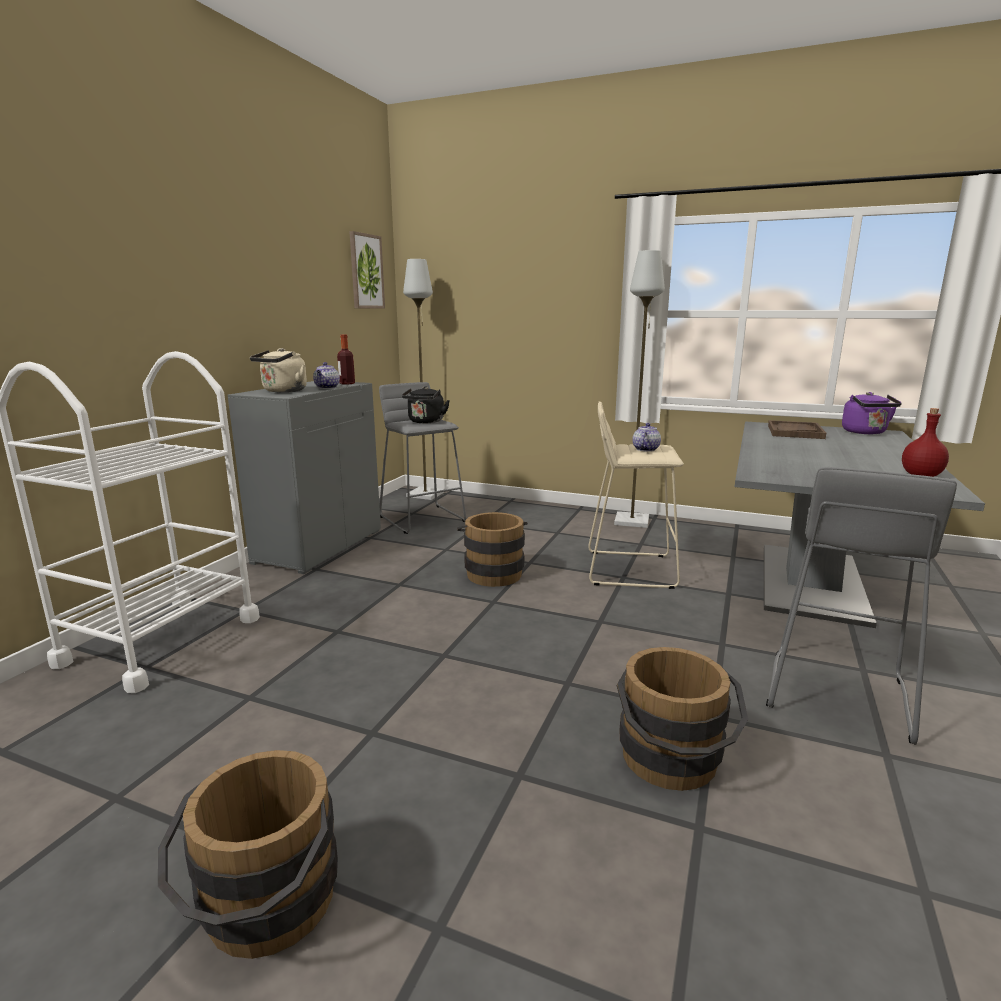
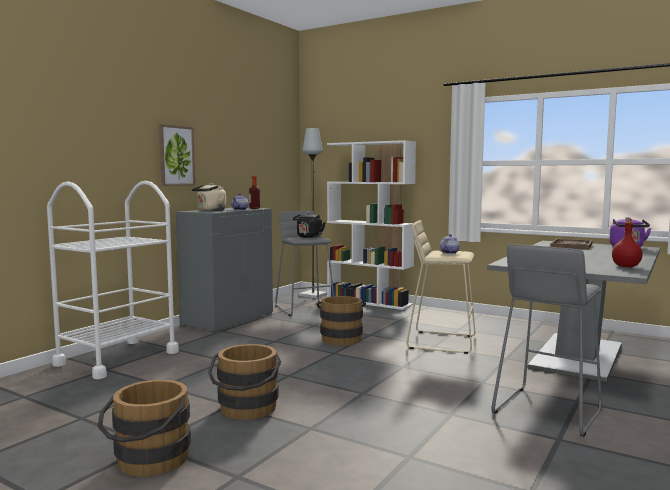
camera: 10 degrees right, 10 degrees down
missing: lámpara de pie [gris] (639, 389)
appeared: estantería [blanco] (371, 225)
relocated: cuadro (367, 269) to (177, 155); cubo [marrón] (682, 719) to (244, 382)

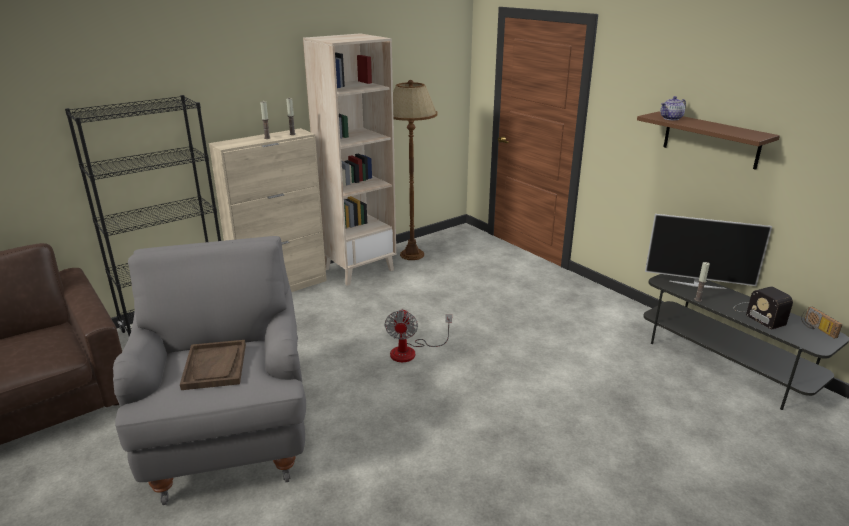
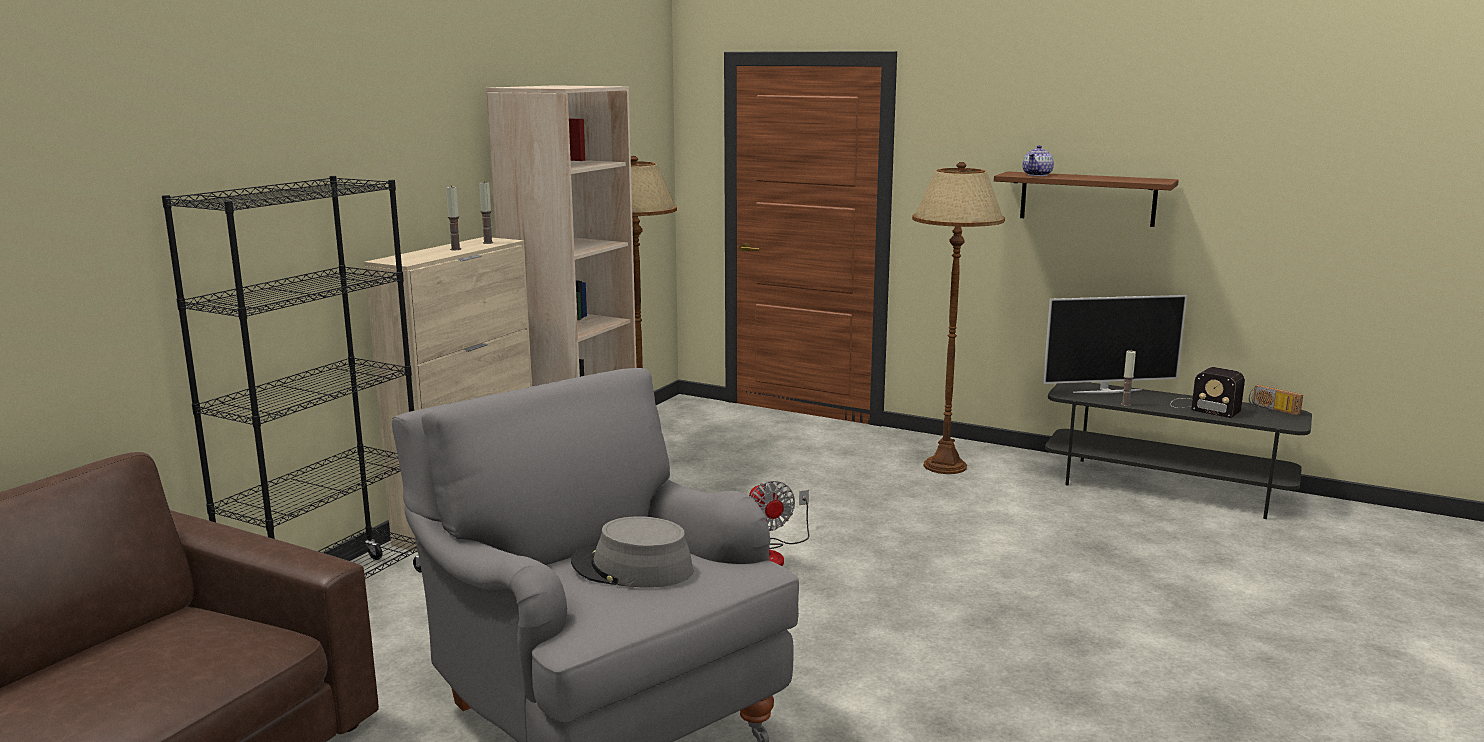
camera: 25 degrees left, 10 degrees down
appeared: lámpara de pie [marrón] (958, 318)
exchanged: bandeja [marrón] (213, 365) to sombrero [gris] (632, 552)

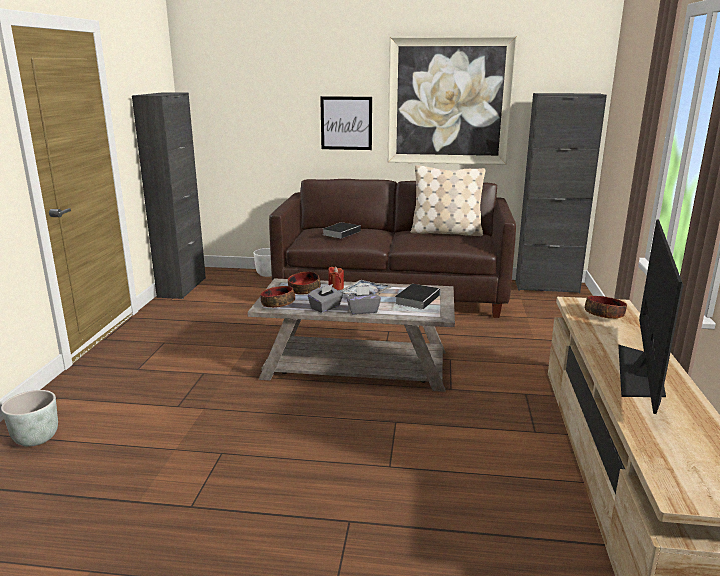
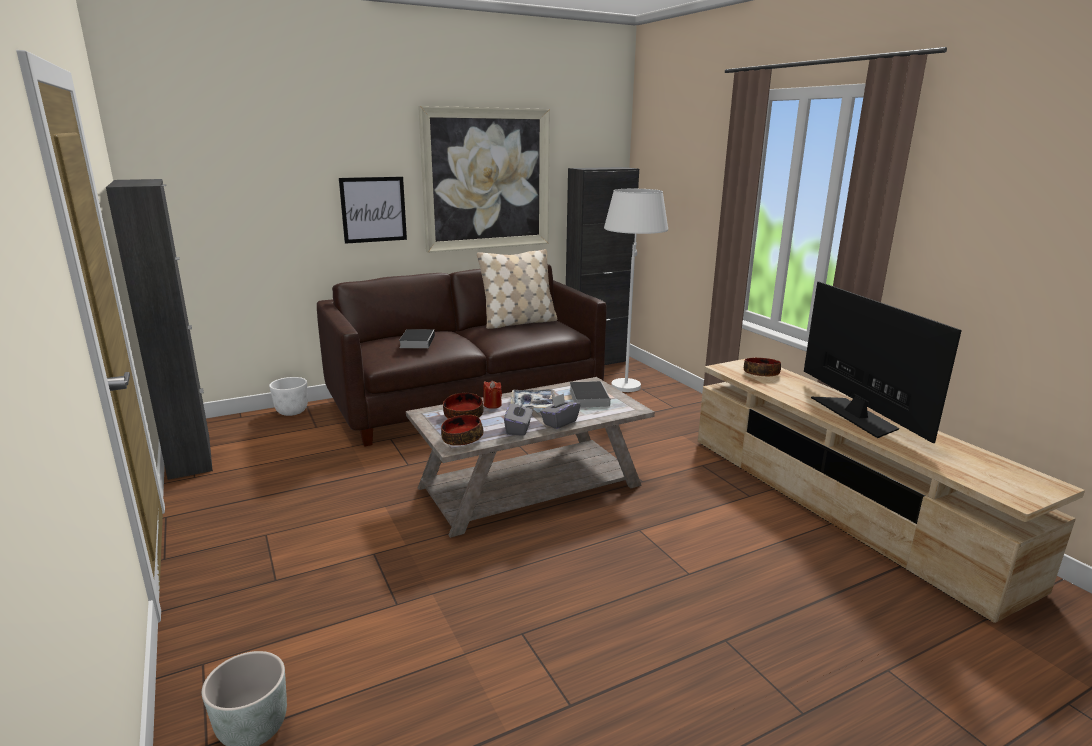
camera: 35 degrees left, 0 degrees up
appeared: lámpara de pie [blanco] (636, 290)

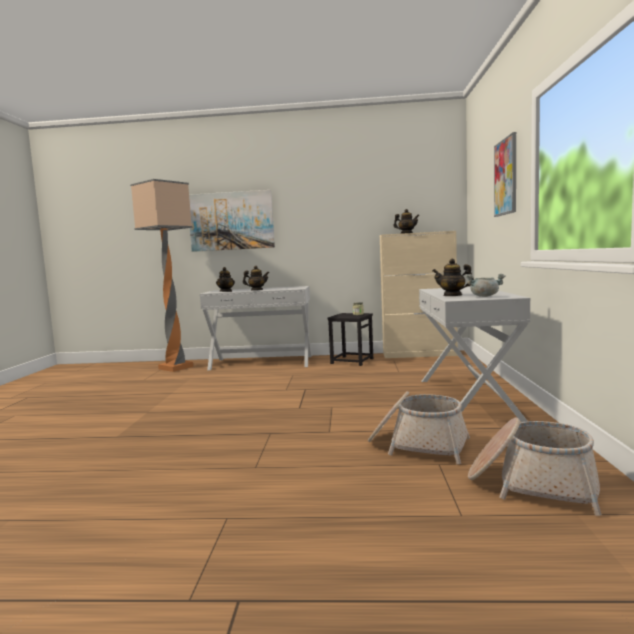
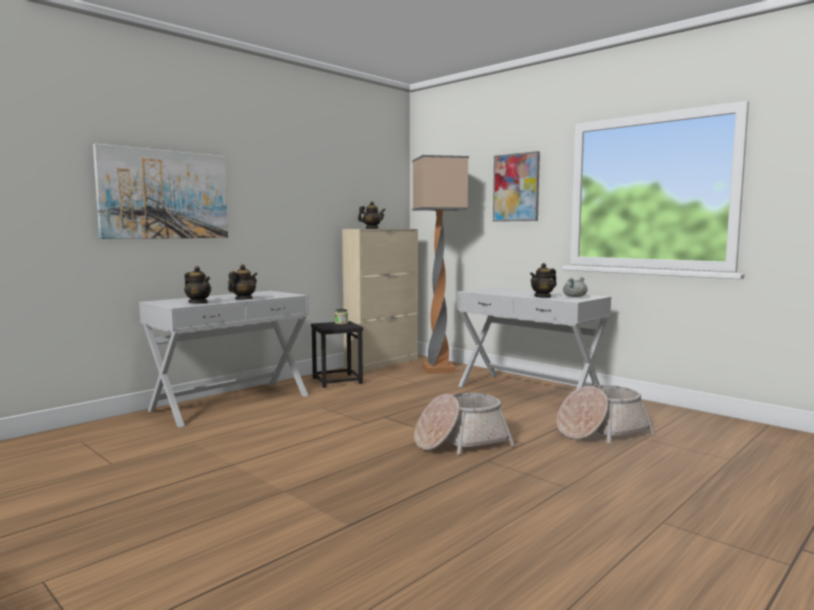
camera: 50 degrees left, 0 degrees up
relocated: lámpara de pie (161, 275) to (440, 264); cesta (535, 466) to (464, 424)

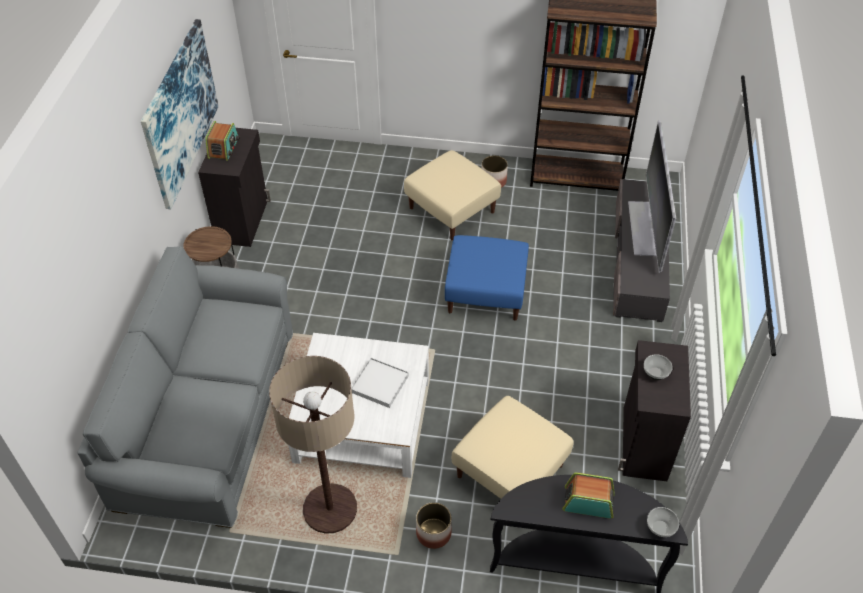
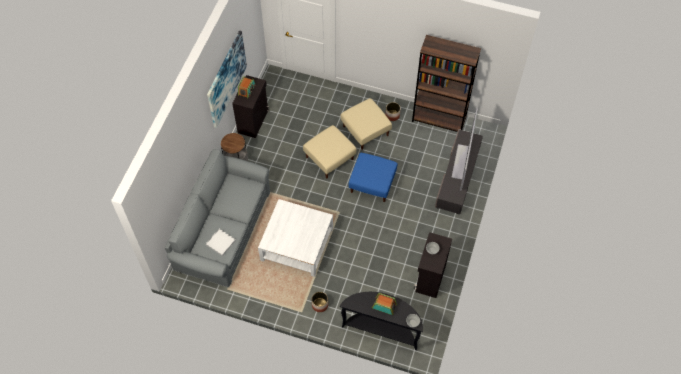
camera: 10 degrees right, 10 degrees up
missing: lámpara de pie (313, 445)
relocated: bandeja [blanco] (380, 383) to (221, 242); puf [beis] (513, 447) to (330, 151)

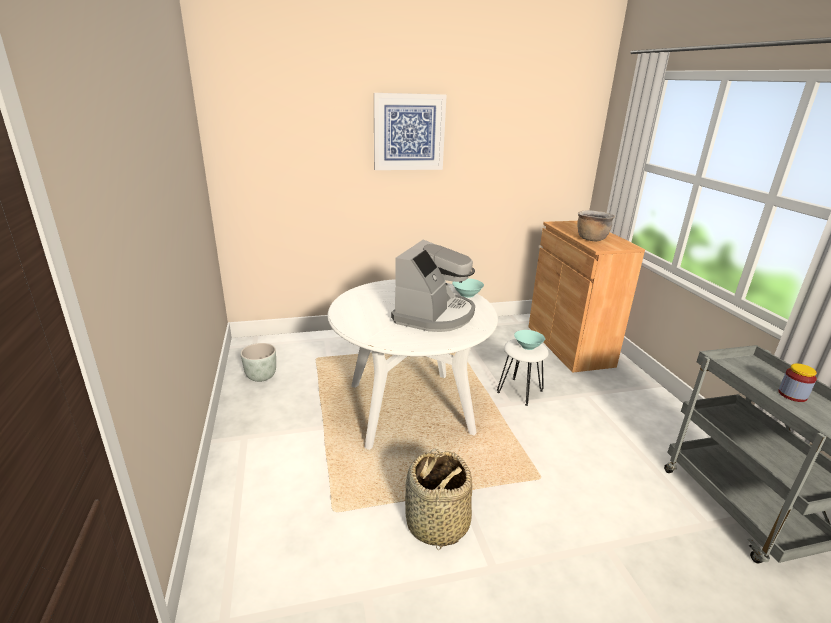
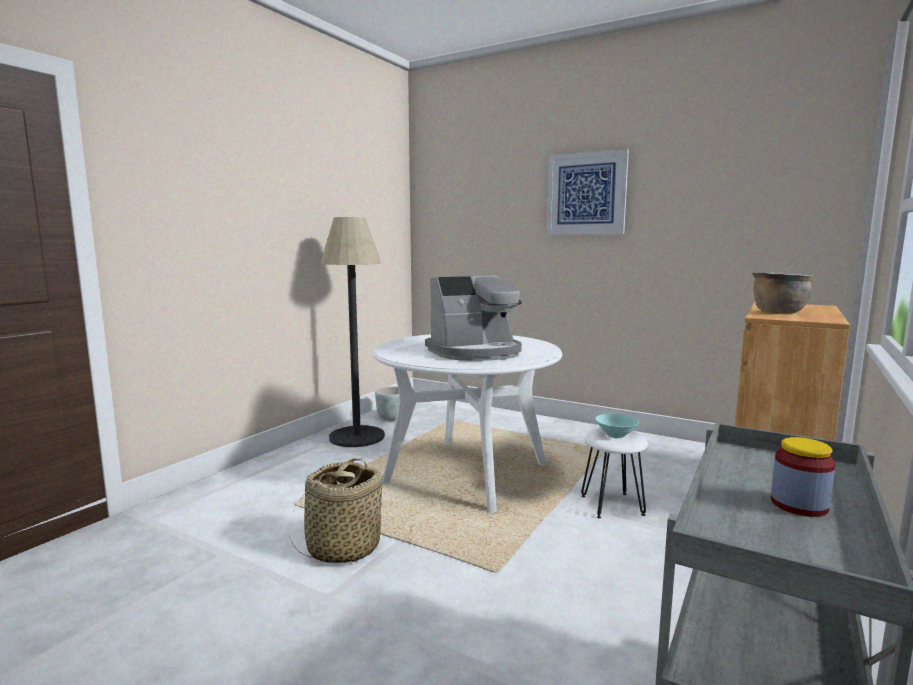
camera: 45 degrees right, 15 degrees down
missing: cuenco [turquesa] (468, 288)
appeared: lámpara de pie (352, 332)

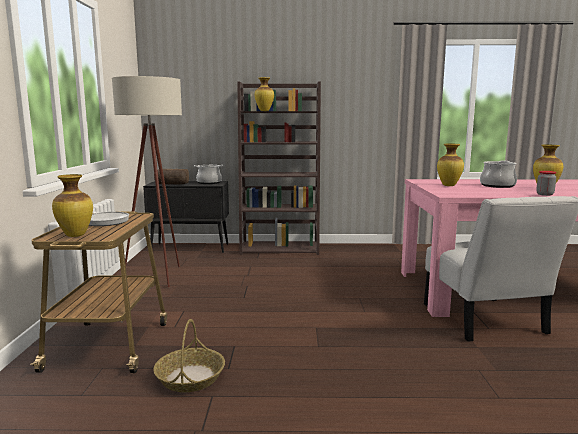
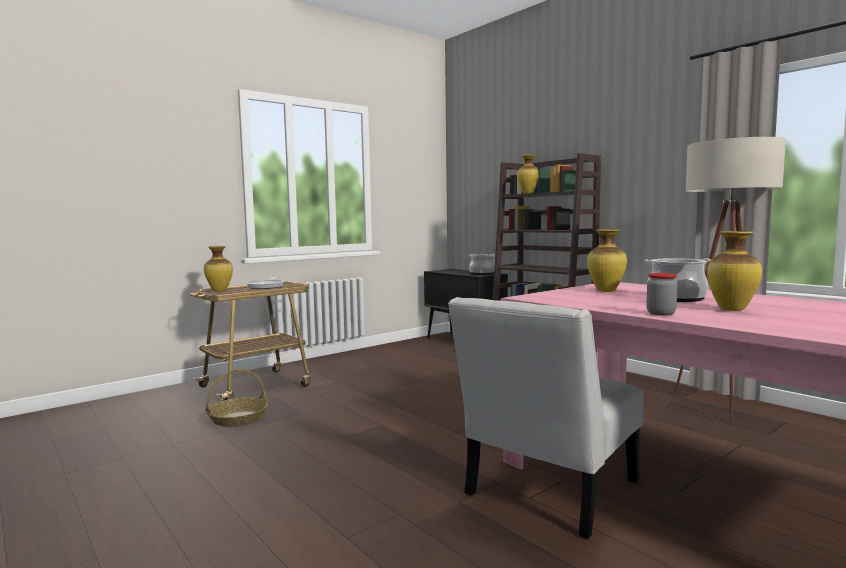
camera: 50 degrees right, 5 degrees down
missing: pan (171, 176)
relocated: lámpara de pie [beis] (147, 182) to (730, 279)

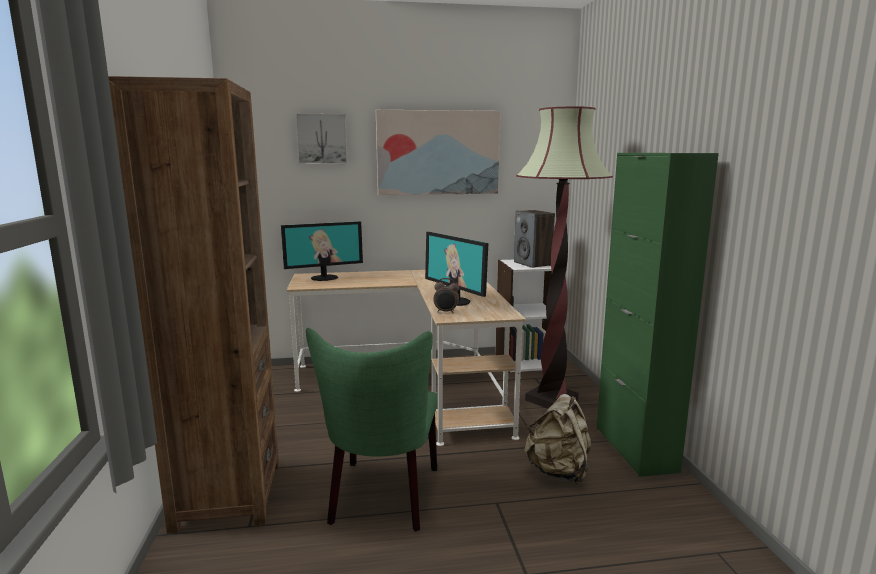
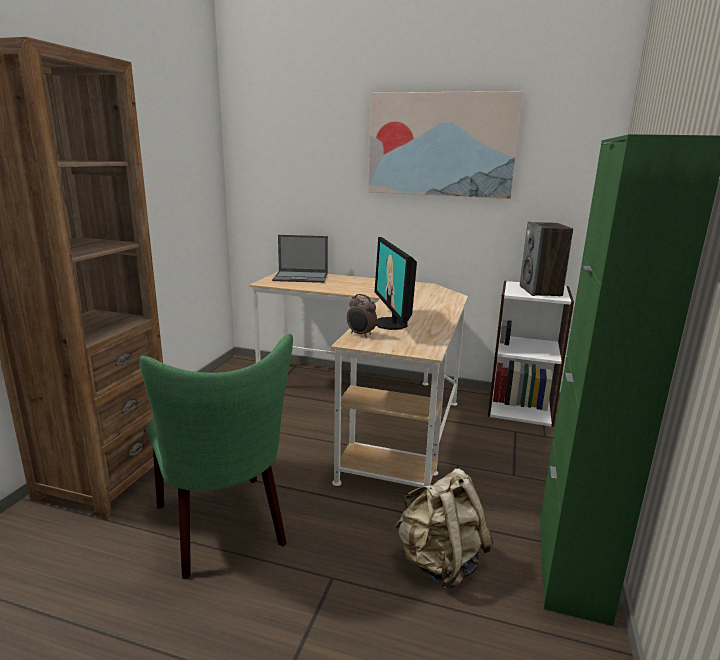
camera: 25 degrees right, 5 degrees up
missing: cuadro (321, 138); lámpara de pie (564, 257)
exchanged: monitor (322, 251) to portátil (300, 259)
spun: silla [verde] (372, 430) = (216, 456) 60 degrees counterclockwise

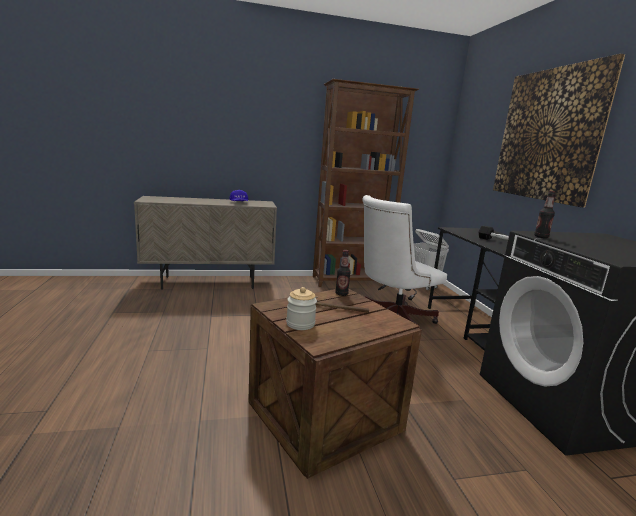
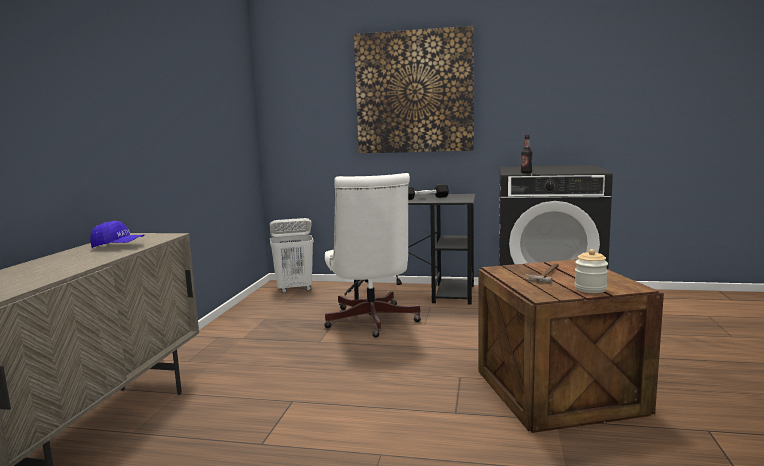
camera: 65 degrees left, 5 degrees down
missing: estantería [marrón] (366, 183); botella (343, 273)

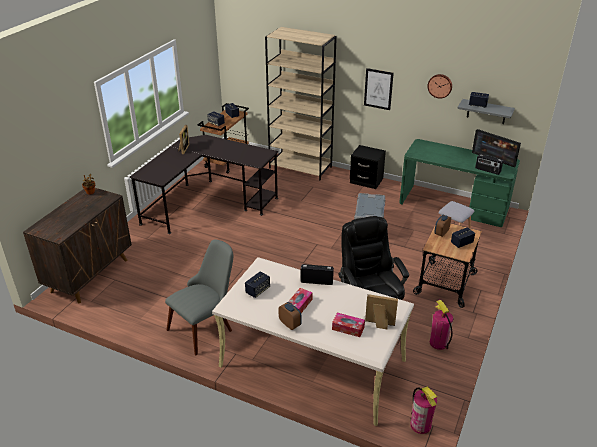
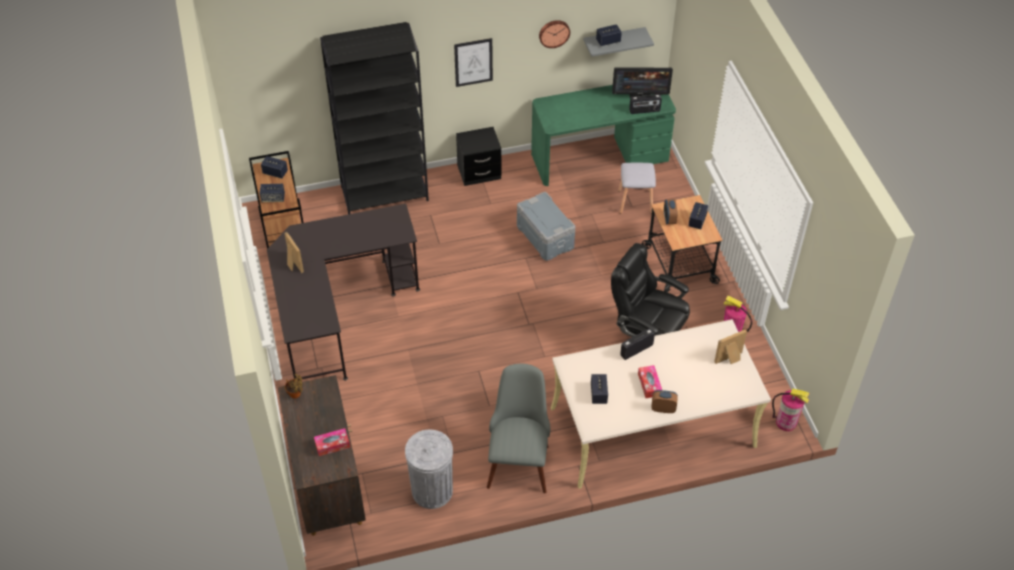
camera: 40 degrees left, 15 degrees up
appeared: papelera [gris] (429, 469)
relocated: caja de pañuelos (348, 325) to (332, 442)
colour: estantería [beis] (301, 104) to estantería [negro] (374, 118)

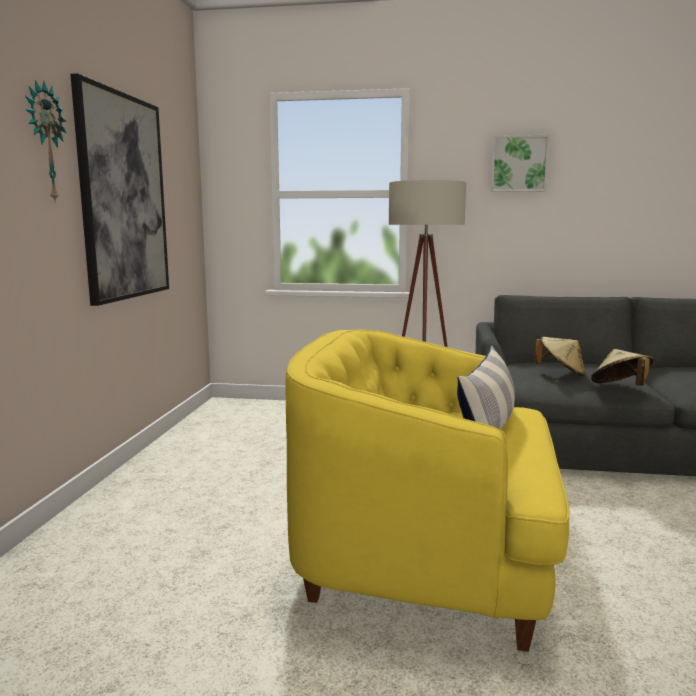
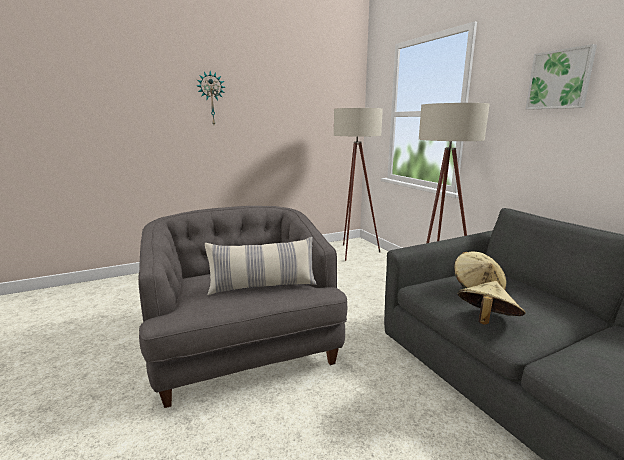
camera: 55 degrees right, 5 degrees up
missing: cuadro (119, 189)
appeared: lámpara de pie [beis] (358, 184)
colour: sillón [amarillo] (427, 491) to sillón [gris] (242, 307)

